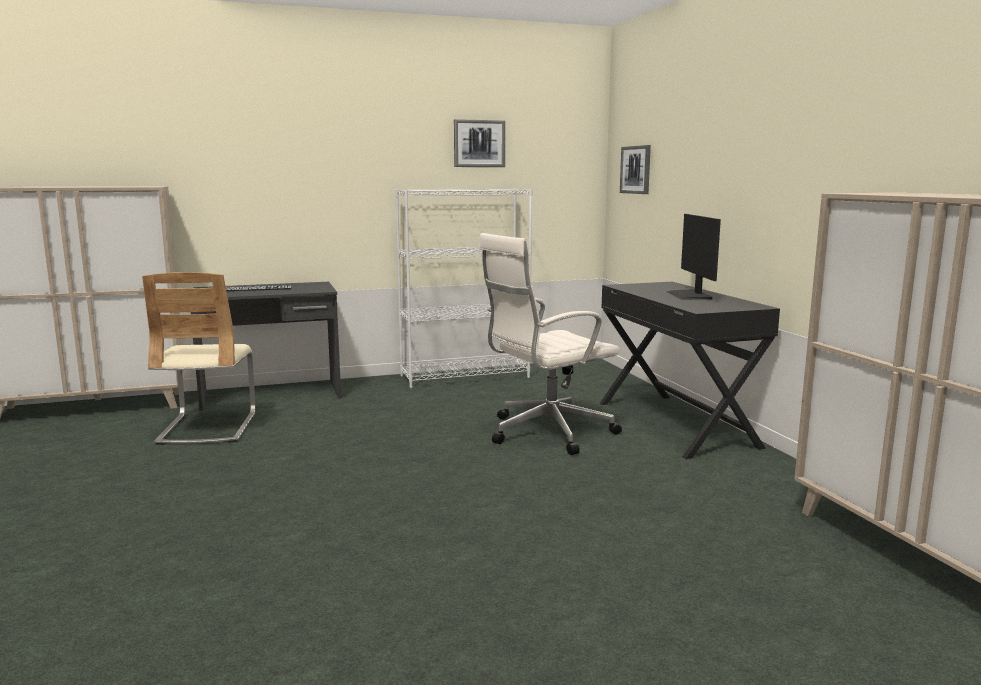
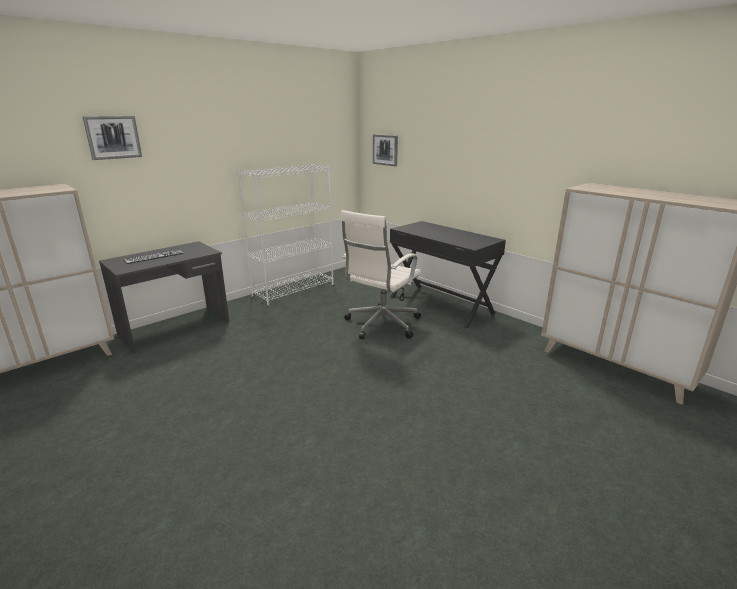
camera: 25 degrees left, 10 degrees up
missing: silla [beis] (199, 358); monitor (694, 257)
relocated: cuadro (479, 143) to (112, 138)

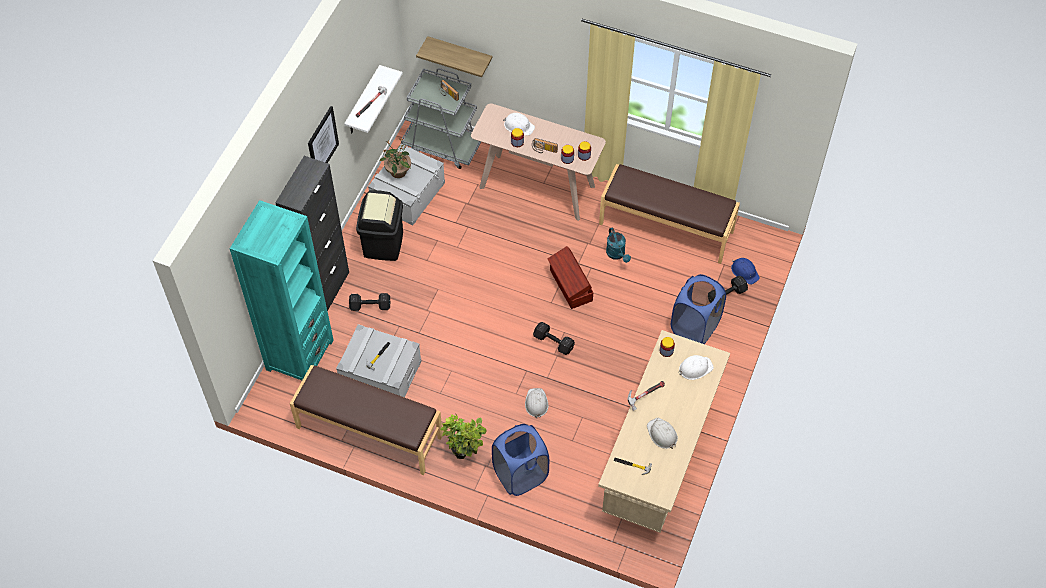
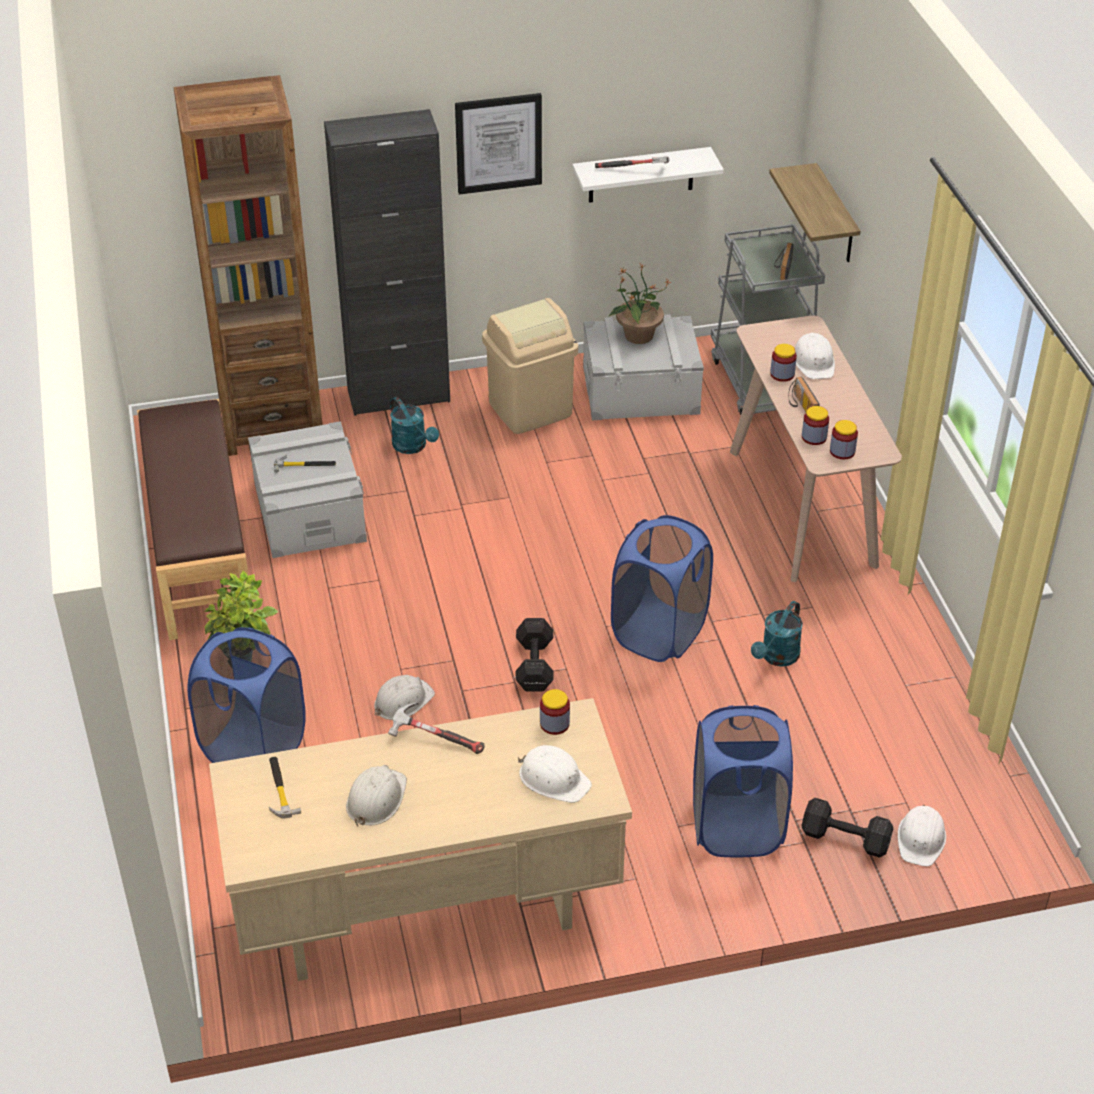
camera: 55 degrees right, 15 degrees down
missing: banco [marrón] (669, 214)
exchanged: mancuerna [negro] (369, 302) to regadera [turquesa] (414, 425); caja de almacenaje [marrón] (570, 277) to cesto de la ropa [azul] (662, 588)
colour: estantería [turquesa] (282, 290) to estantería [marrón] (247, 265); papelera [negro] (379, 225) to papelera [beis] (530, 366); casco [azul] (745, 271) to casco [blanco] (922, 835)

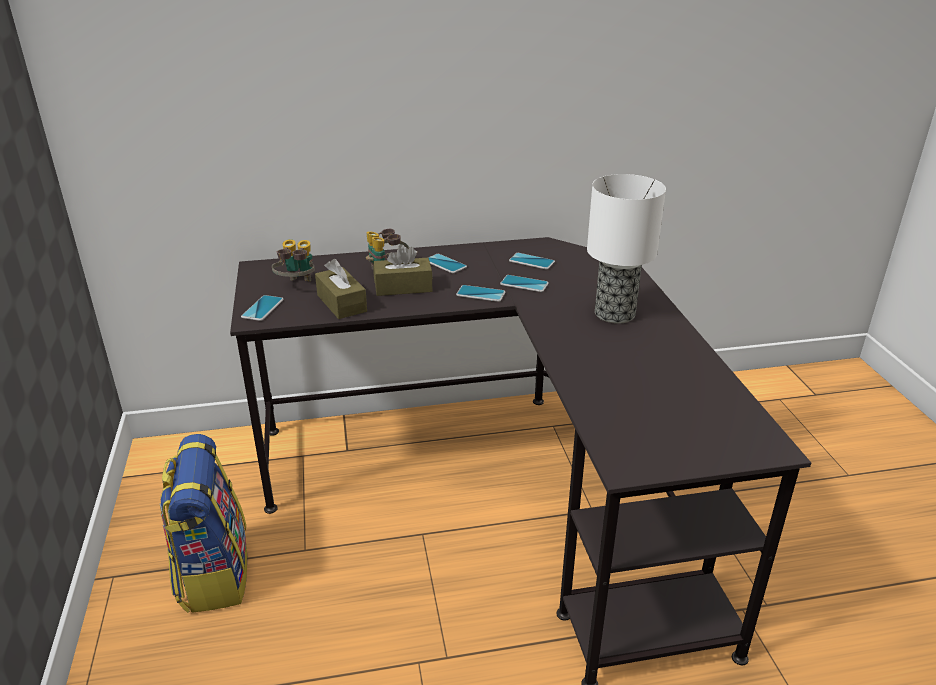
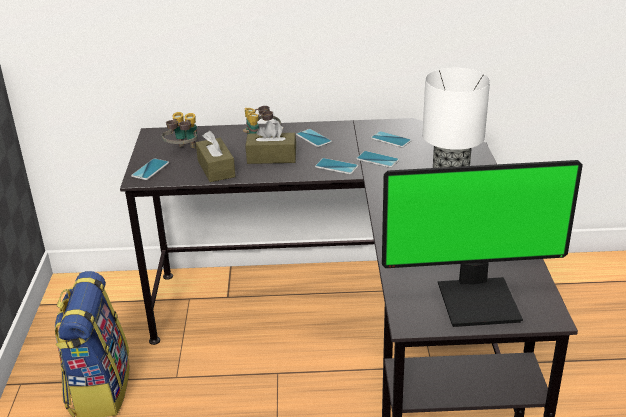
camera: 10 degrees right, 0 degrees up
appeared: monitor (482, 243)

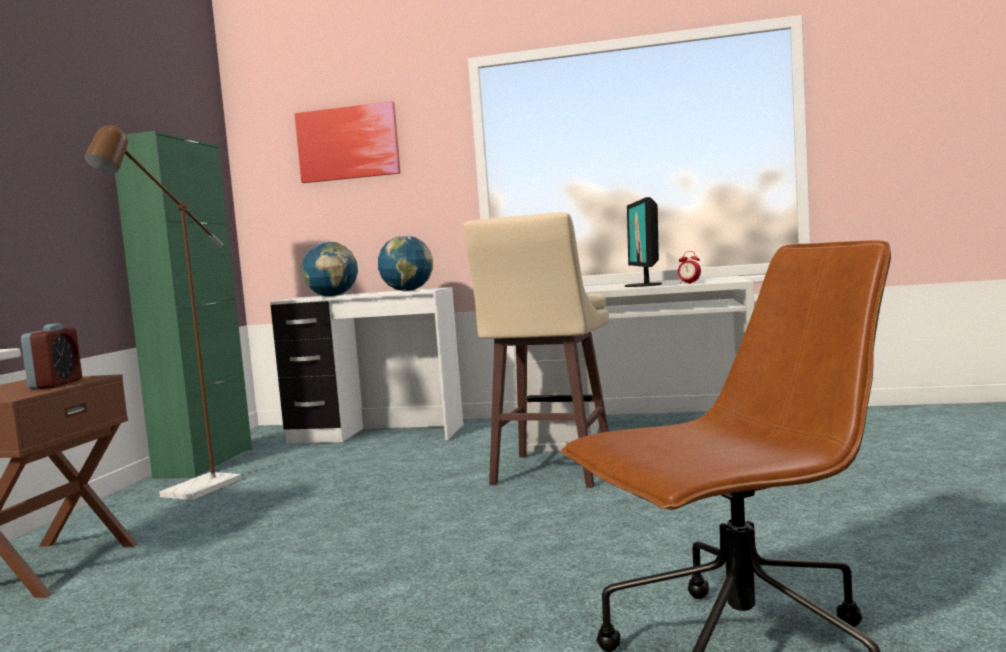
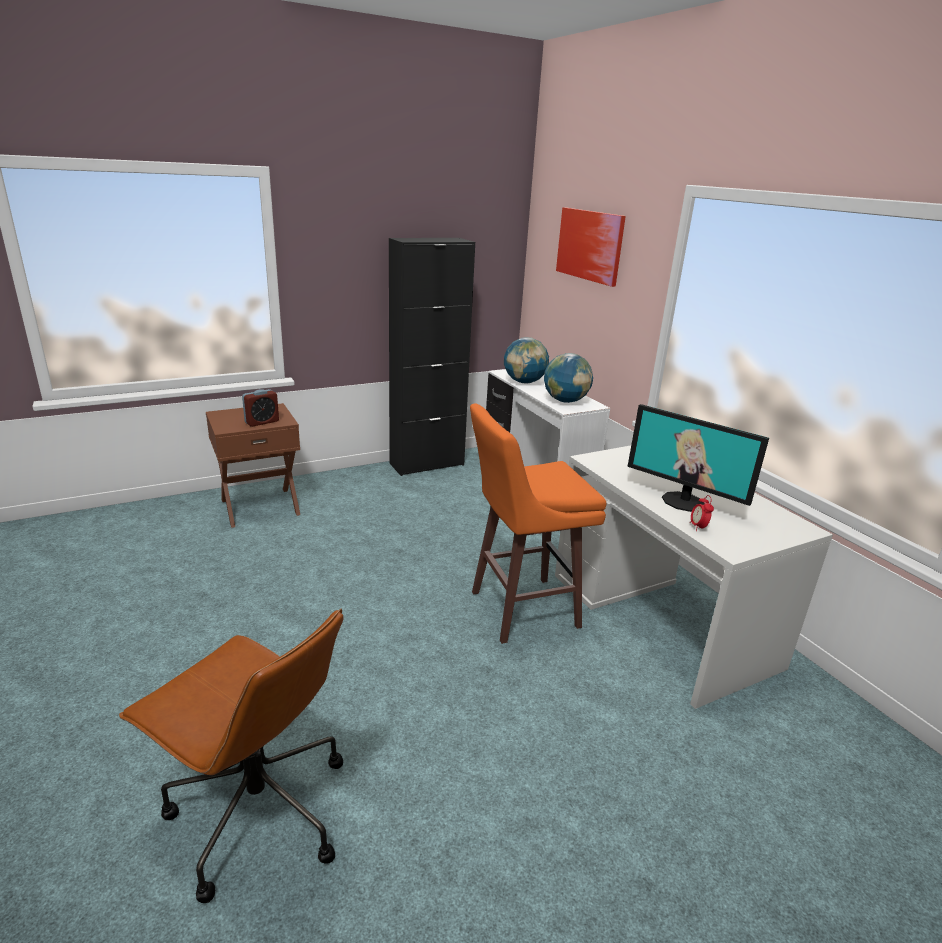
camera: 50 degrees right, 20 degrees up
missing: lámpara de pie [marrón] (163, 312)
colour: armario [verde] (183, 305) to armario [negro] (432, 357); taburete [beis] (536, 350) to taburete [naranja] (538, 523)
spun: monitor (643, 242) = (698, 458) 105 degrees counterclockwise

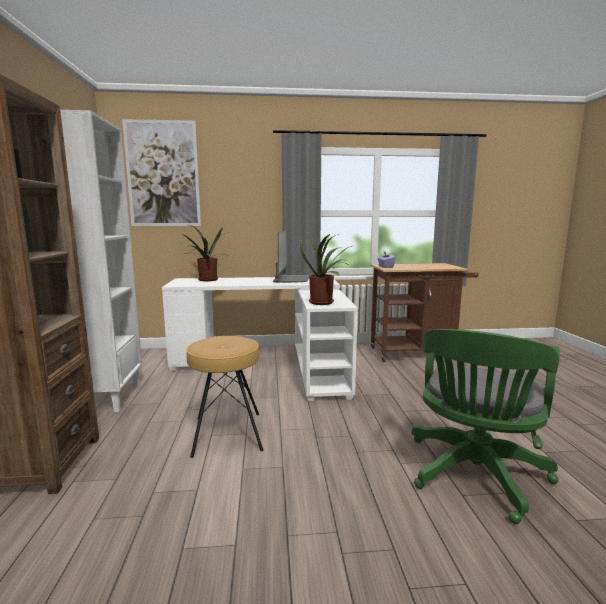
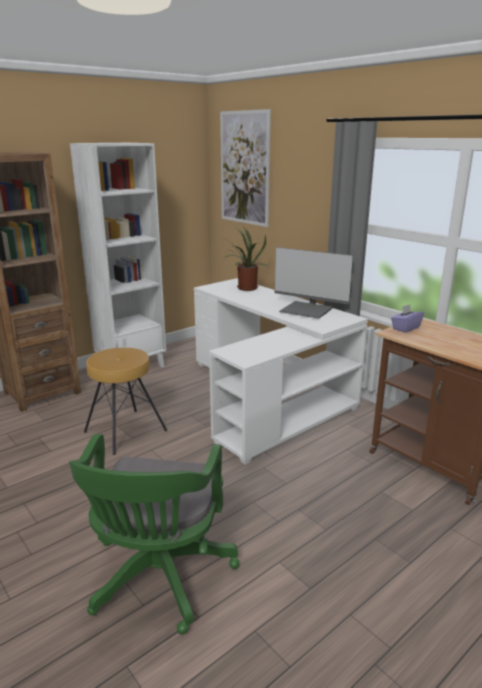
camera: 55 degrees right, 10 degrees up
missing: planta en maceta (325, 269)
spun: silla de oficina [verde] (486, 426) = (154, 534) 75 degrees counterclockwise; monitor (291, 256) = (313, 283) 60 degrees clockwise

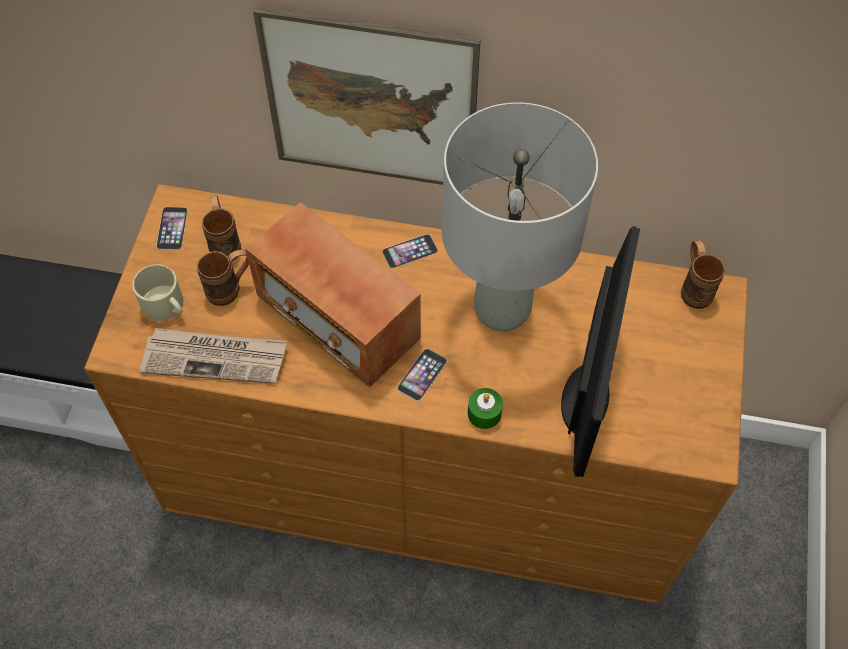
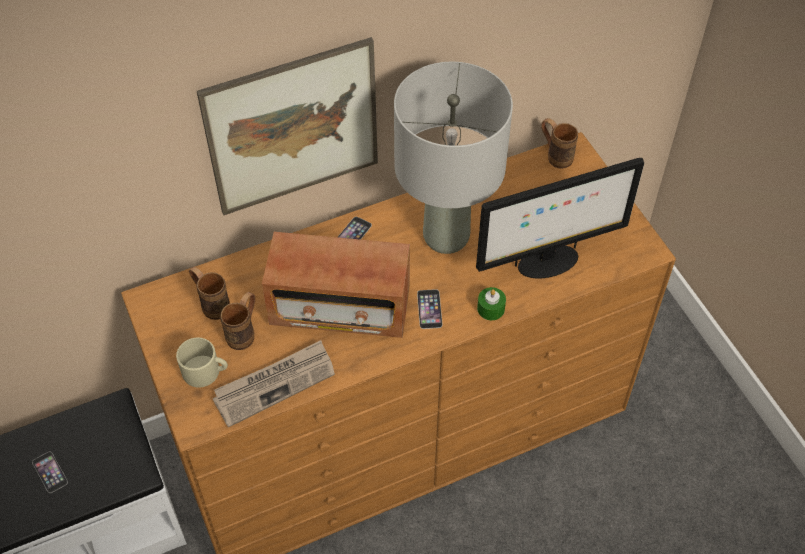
camera: 35 degrees left, 5 degrees down
relocated: móvil (172, 228) to (50, 472)
spun: monitor (600, 351) = (560, 218) 90 degrees clockwise

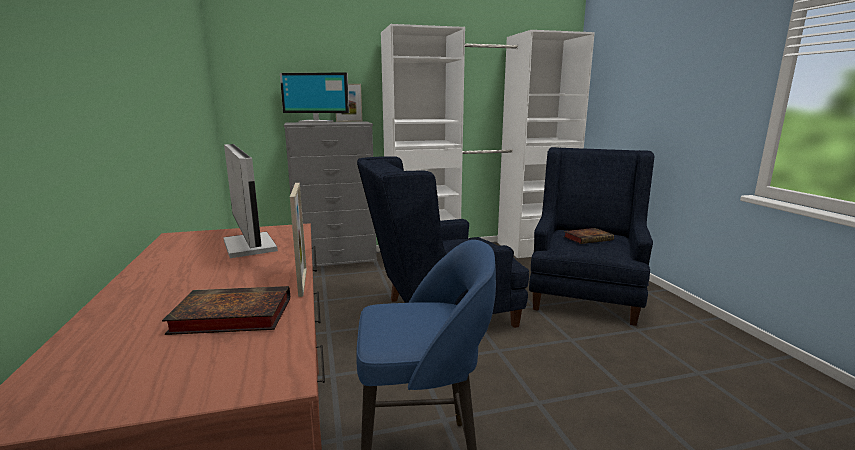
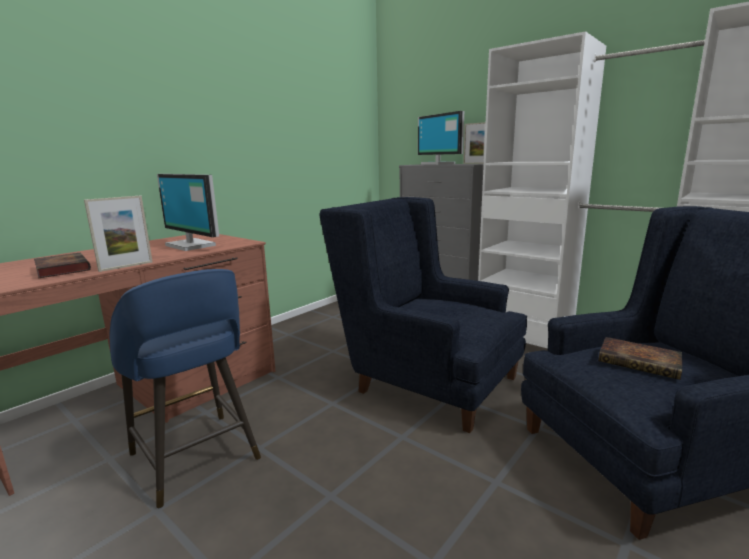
camera: 55 degrees right, 0 degrees up
spun: monitor (250, 201) = (188, 212) 105 degrees clockwise

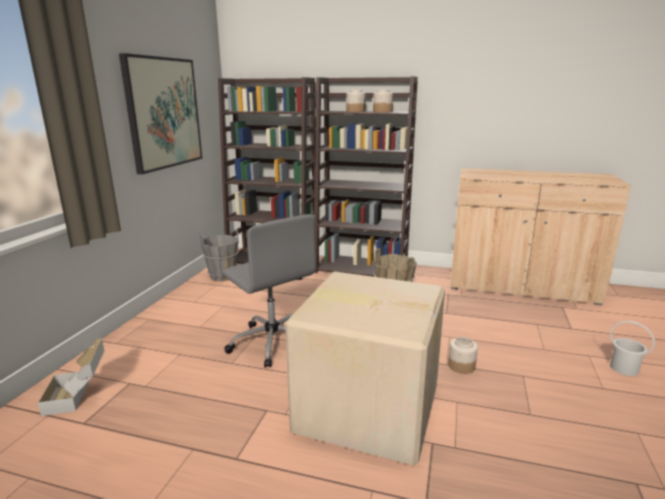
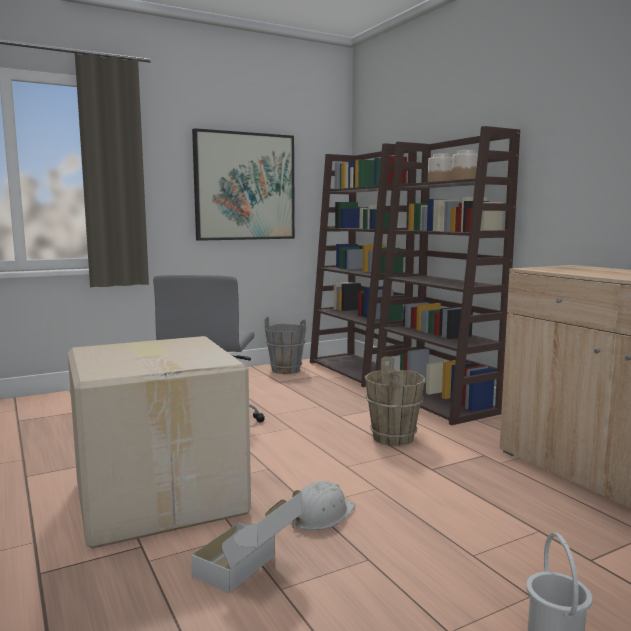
camera: 45 degrees right, 10 degrees down
relocated: caja de cartón (71, 377) to (246, 542)
exchanged: tarro (463, 355) to casco [blanco] (323, 505)

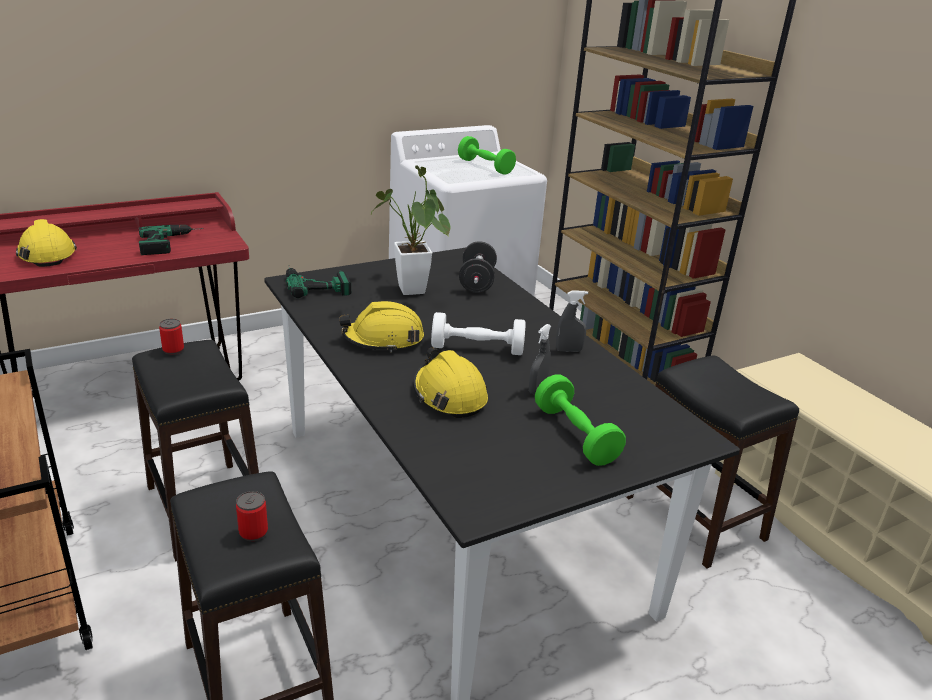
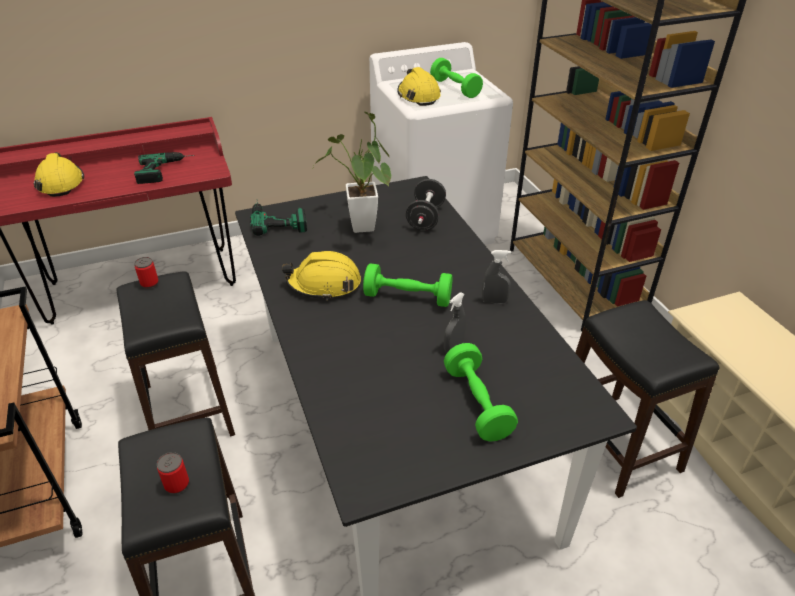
camera: 10 degrees right, 10 degrees up
relocated: casco [amarillo] (450, 383) to (419, 86)
colour: mancuerna [blanco] (478, 333) to mancuerna [verde] (408, 285)

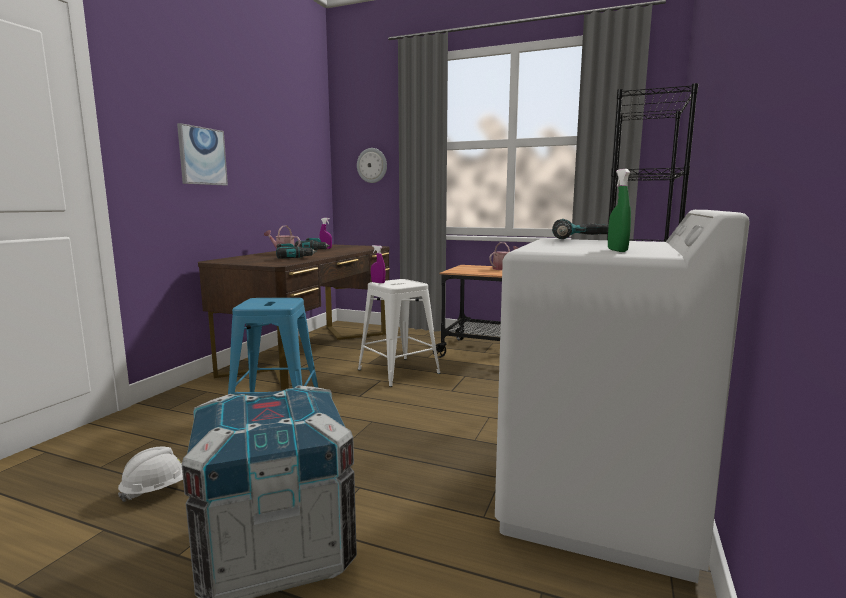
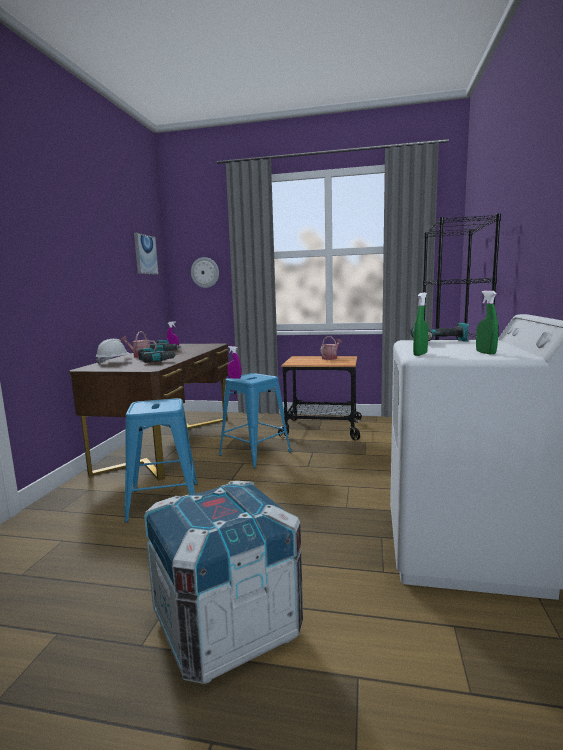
camera: 10 degrees left, 0 degrees up
appeared: pulverizador [verde] (420, 324)
relocated: casco [blanco] (150, 474) to (113, 351); cuadro (202, 154) to (146, 254)
colour: taburete [blanco] (399, 333) to taburete [azul] (255, 420)

